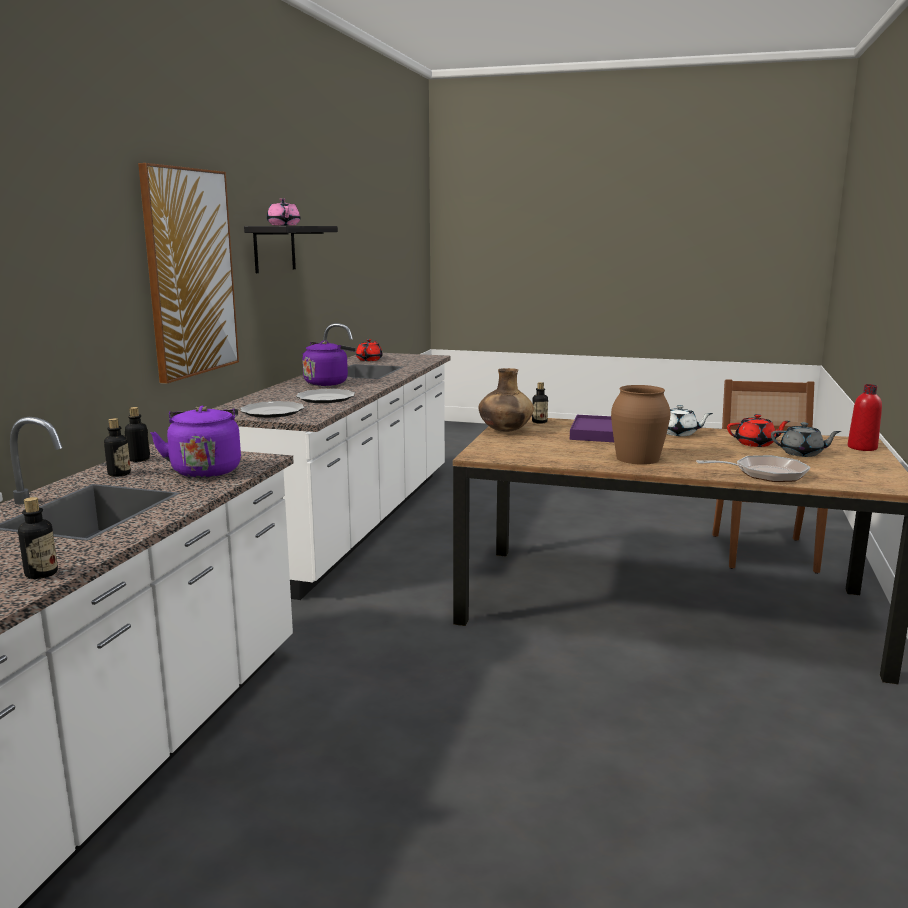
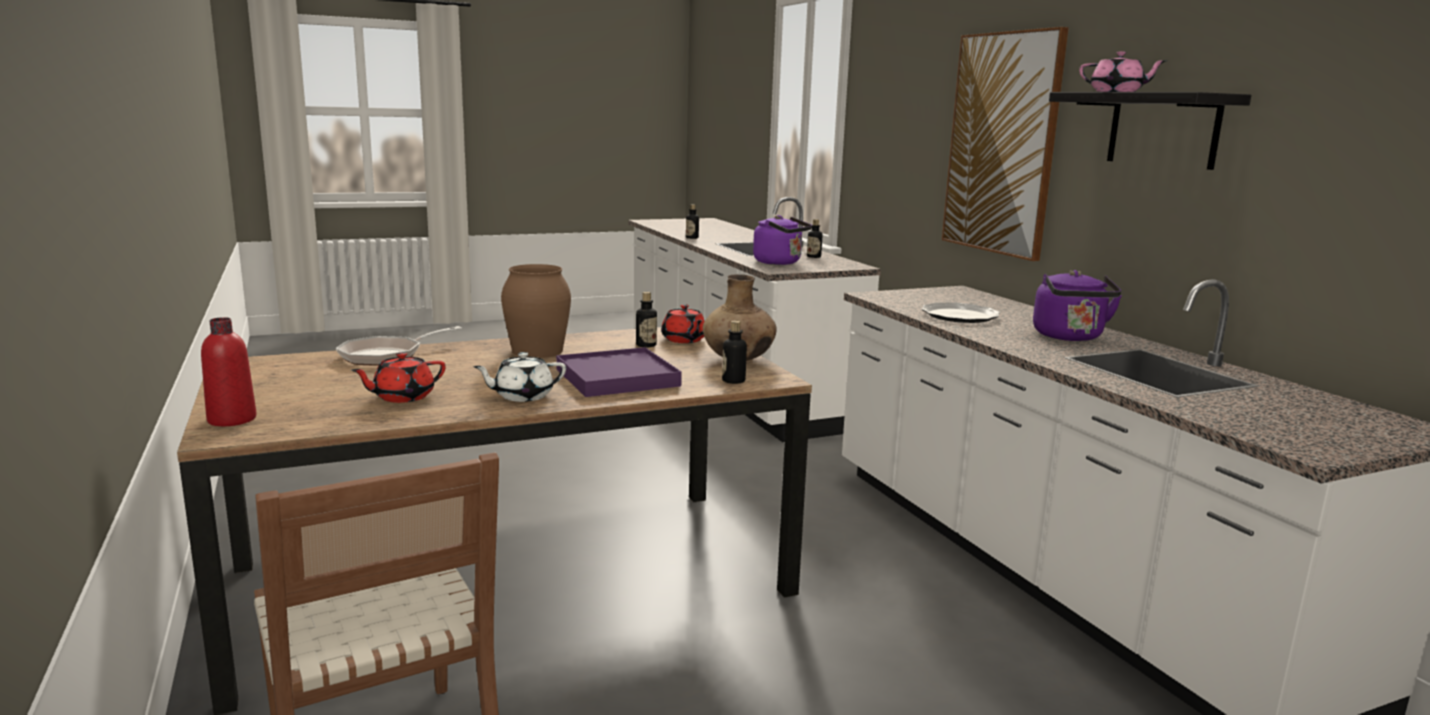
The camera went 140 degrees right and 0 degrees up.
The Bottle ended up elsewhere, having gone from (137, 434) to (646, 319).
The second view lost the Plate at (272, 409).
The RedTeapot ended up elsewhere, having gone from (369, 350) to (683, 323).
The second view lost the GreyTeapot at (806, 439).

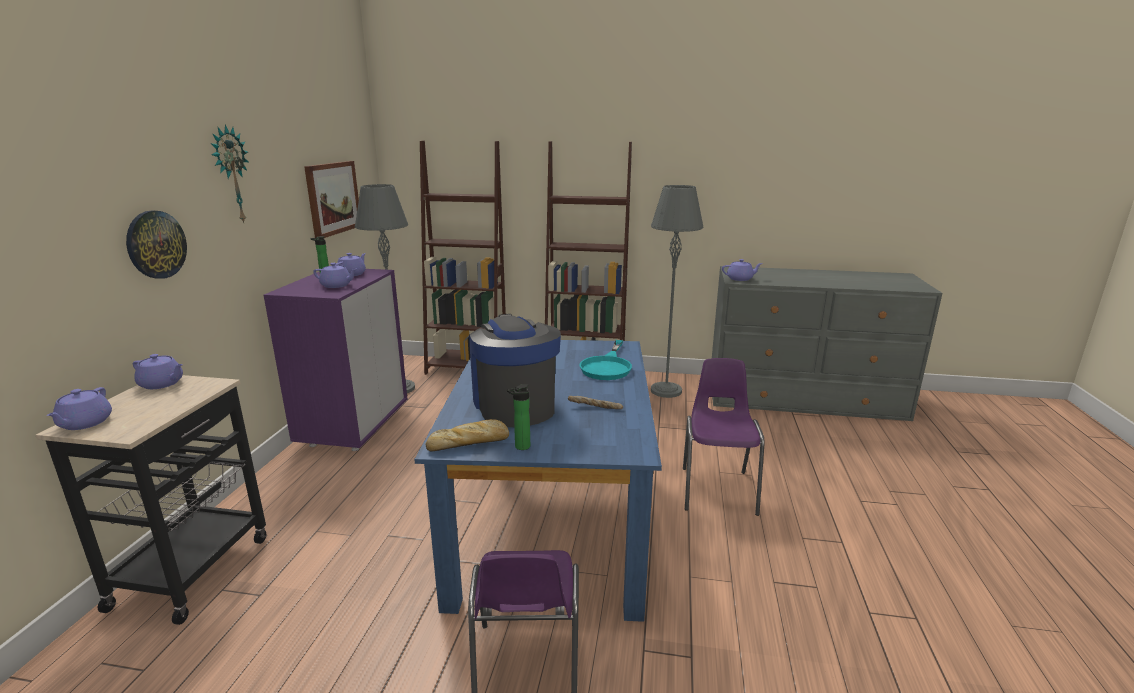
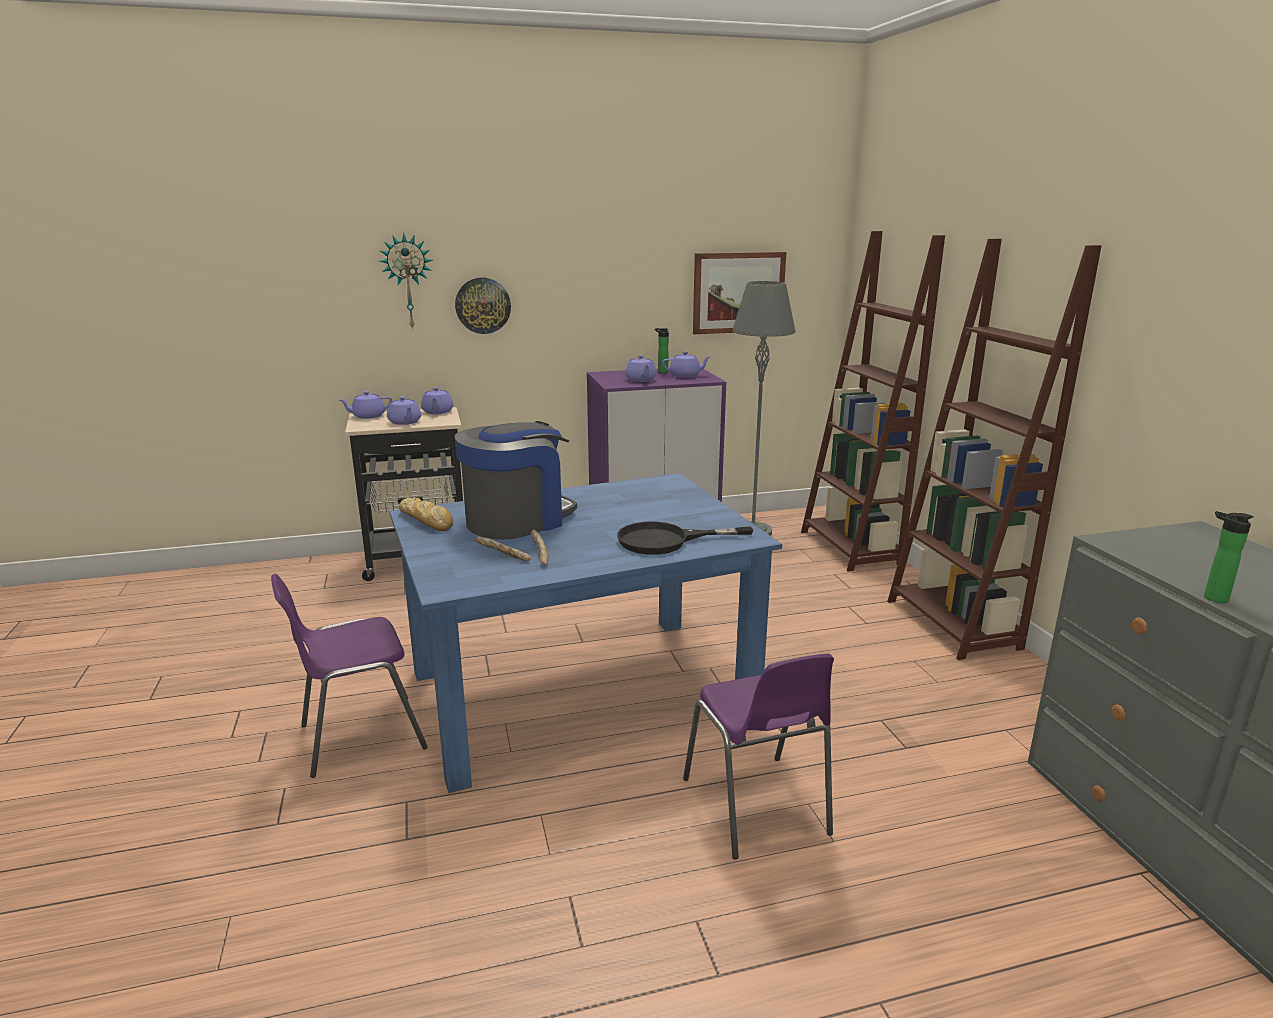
The camera went 65 degrees right and 0 degrees up.
The WallClock ended up elsewhere, having gone from (229, 173) to (406, 281).
The Bottle ended up elsewhere, having gone from (518, 417) to (1229, 557).
What was the TurquoiseFryingPan at (605, 360) turned into the BlackFryingPan at (685, 538).
The second view lost the GreyFloorLamp at (677, 291).
The PurpleChair at (724, 437) ended up facing another way, 90 degrees clockwise from before.
The PurpleTeapot ended up elsewhere, having gone from (742, 270) to (404, 410).
The second view gained the Bread at (503, 549).

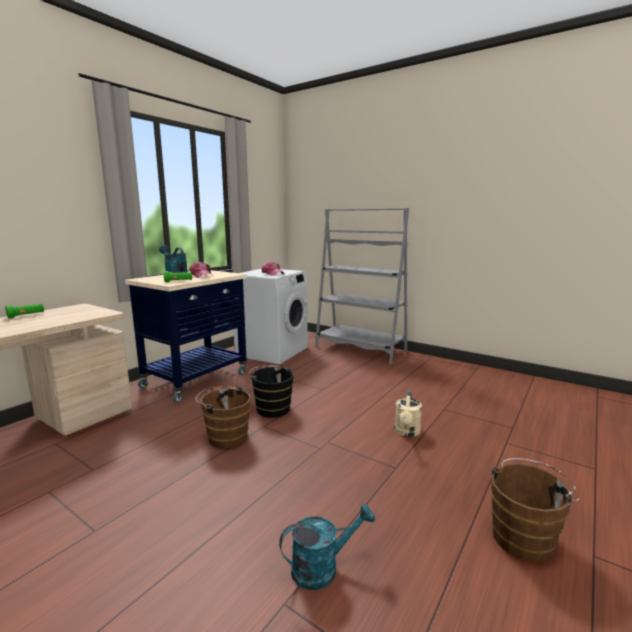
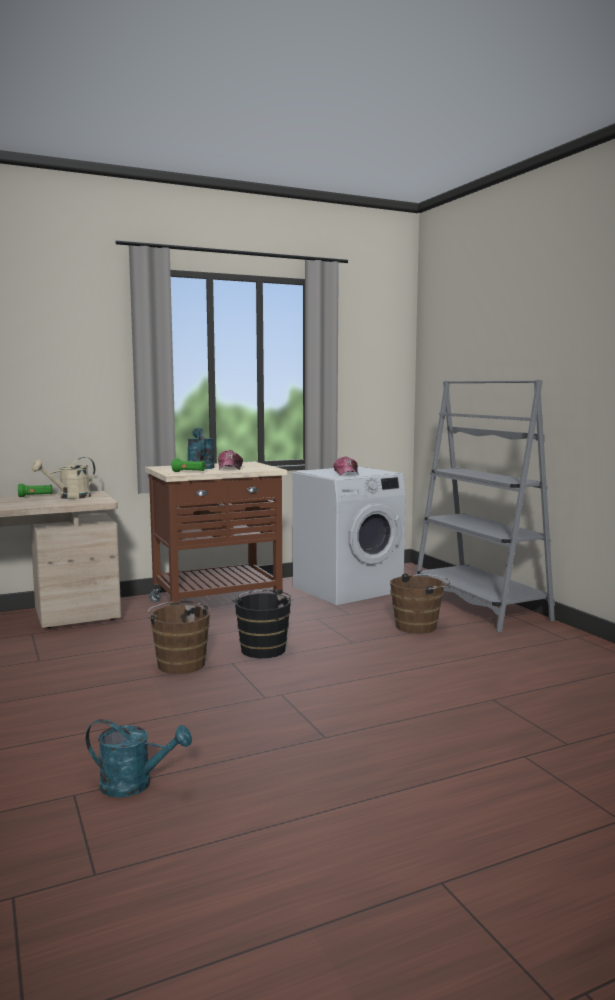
The camera went 30 degrees right and 5 degrees down.
What was the BlueCart at (186, 336) turned into the BrownCart at (216, 533).
The BeigeWateringCan ended up elsewhere, having gone from (408, 414) to (63, 478).
The BrownBucket ended up elsewhere, having gone from (535, 510) to (420, 603).

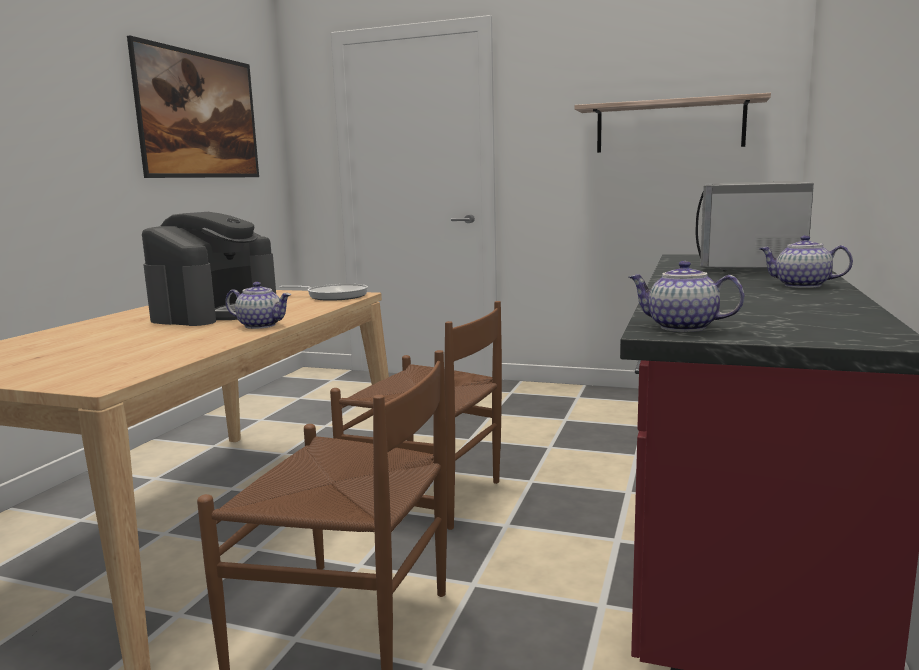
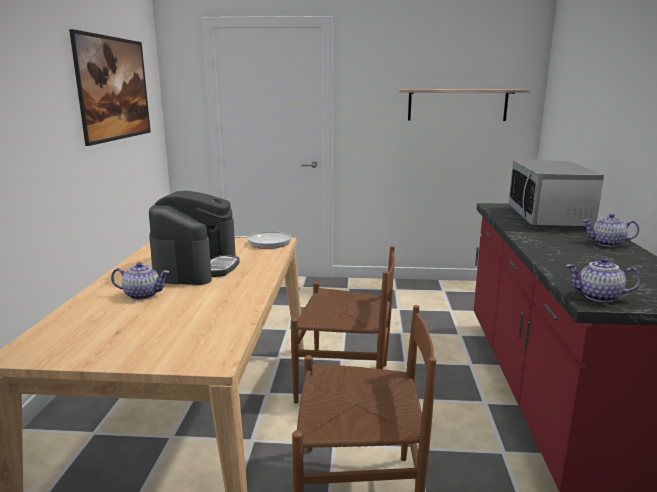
The camera went 15 degrees left and 5 degrees up.
The Teapot ended up elsewhere, having gone from (258, 305) to (140, 281).

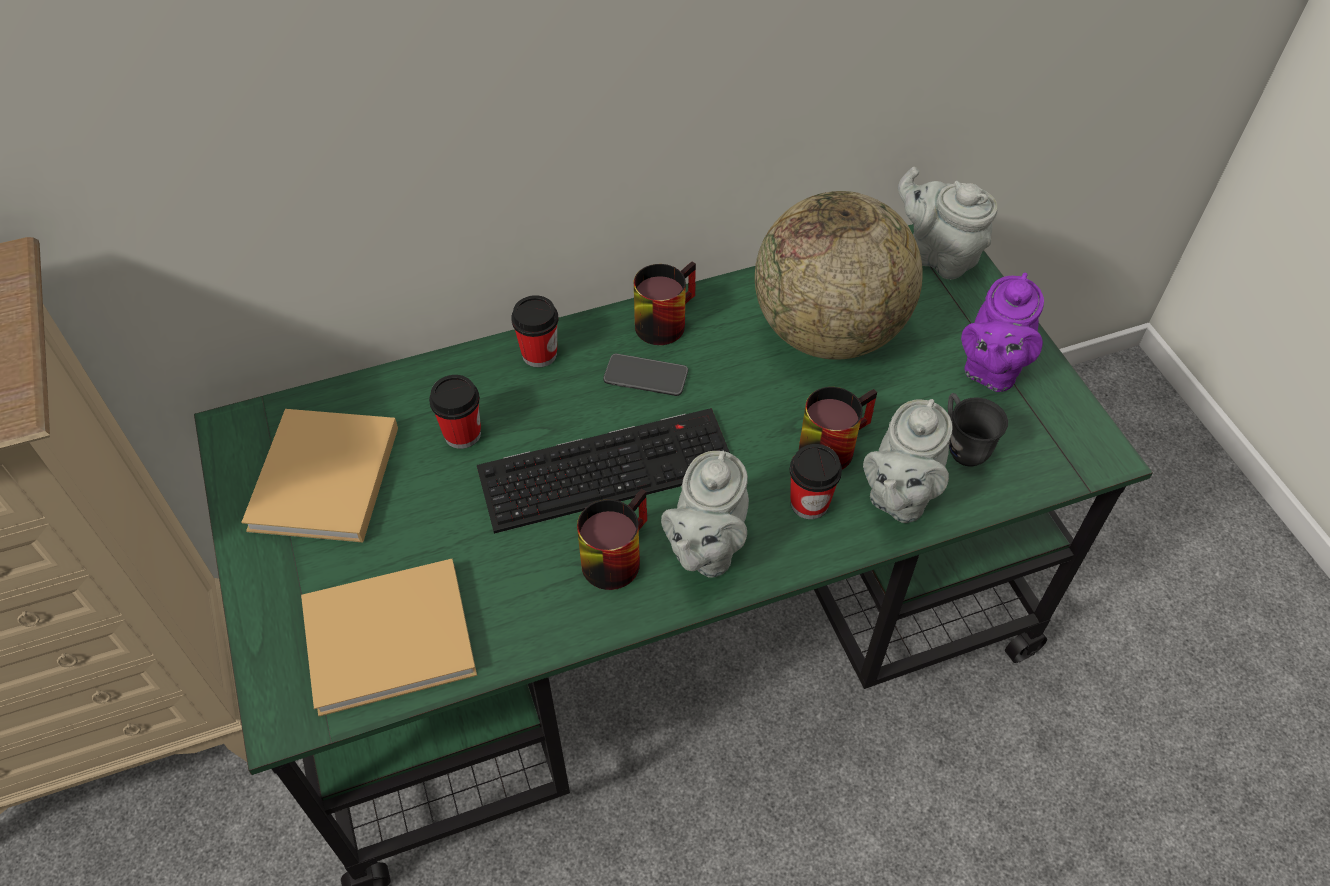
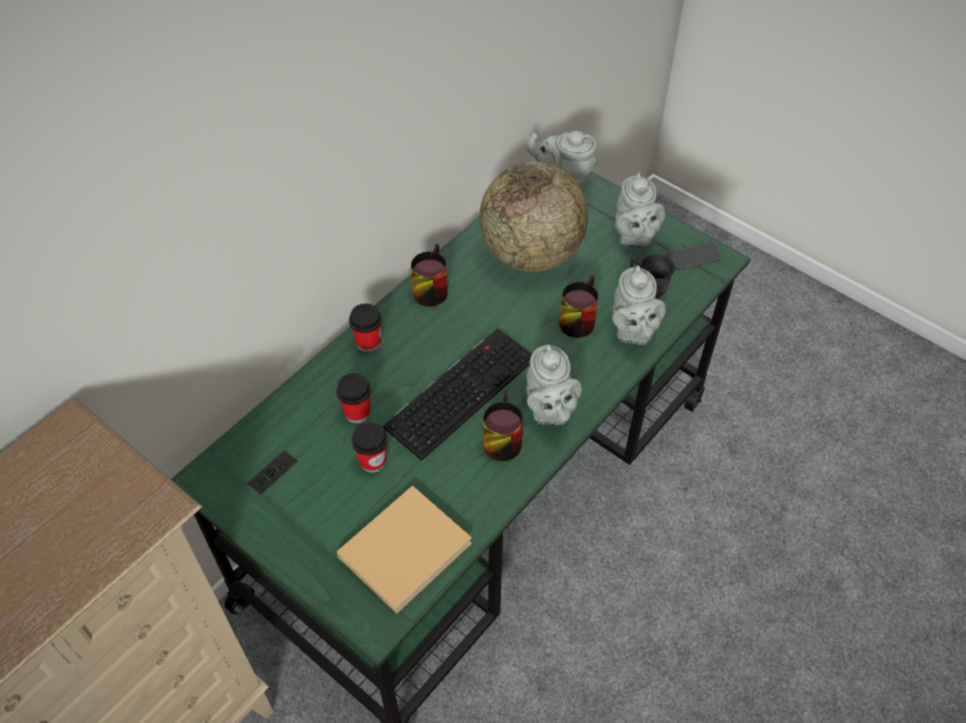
The camera went 30 degrees left and 0 degrees up.
The second view lost the BeigeBook at (319, 476).
The Phone ended up elsewhere, having gone from (645, 375) to (694, 255).
The Cup ended up elsewhere, having gone from (816, 481) to (369, 447).
What was the PurpleTeapot at (1002, 332) turned into the GreyTeapot at (639, 211).

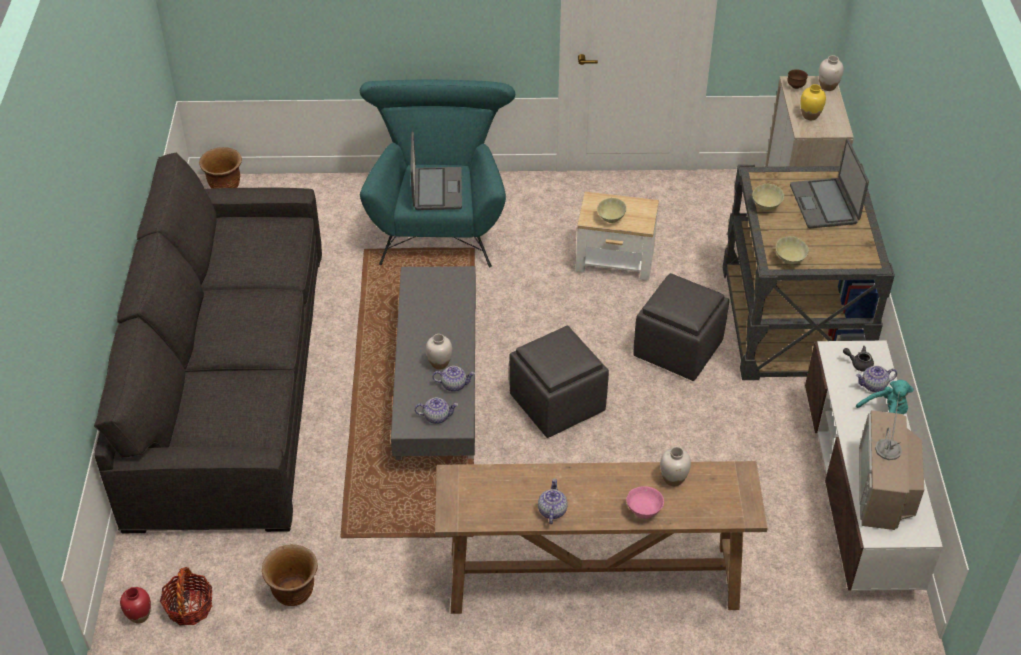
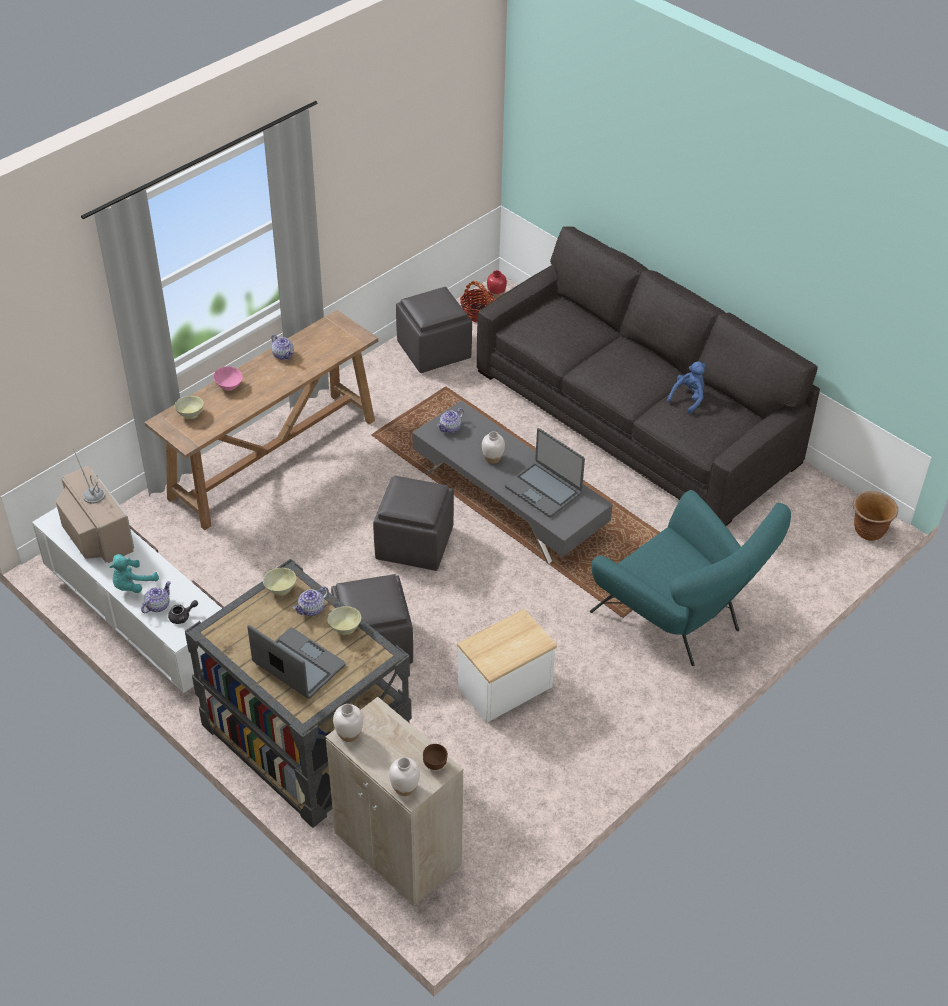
The camera went 135 degrees right and 0 degrees up.
Where the BrownPlanter stood at (290, 575), the GreyOttoman came to stand at (434, 330).
The Laptop ended up elsewhere, having gone from (436, 171) to (545, 472).
The Teapot ended up elsewhere, having gone from (453, 379) to (311, 601).
The BeigeBowl ended up elsewhere, having gone from (611, 210) to (189, 407).
The WhiteVase ended up elsewhere, having gone from (675, 466) to (348, 723).
The second view lost the YellowVase at (813, 102).
The second view gained the BluePlushToy at (686, 387).

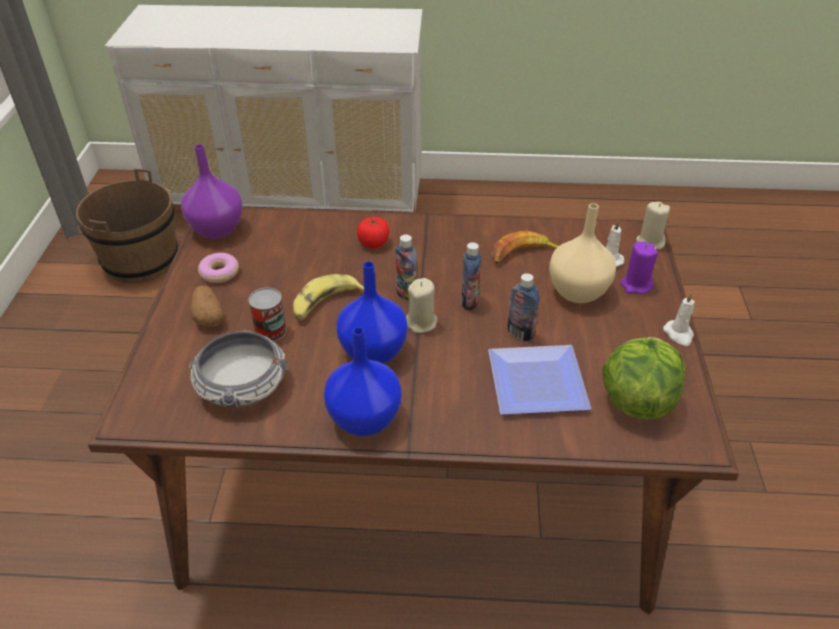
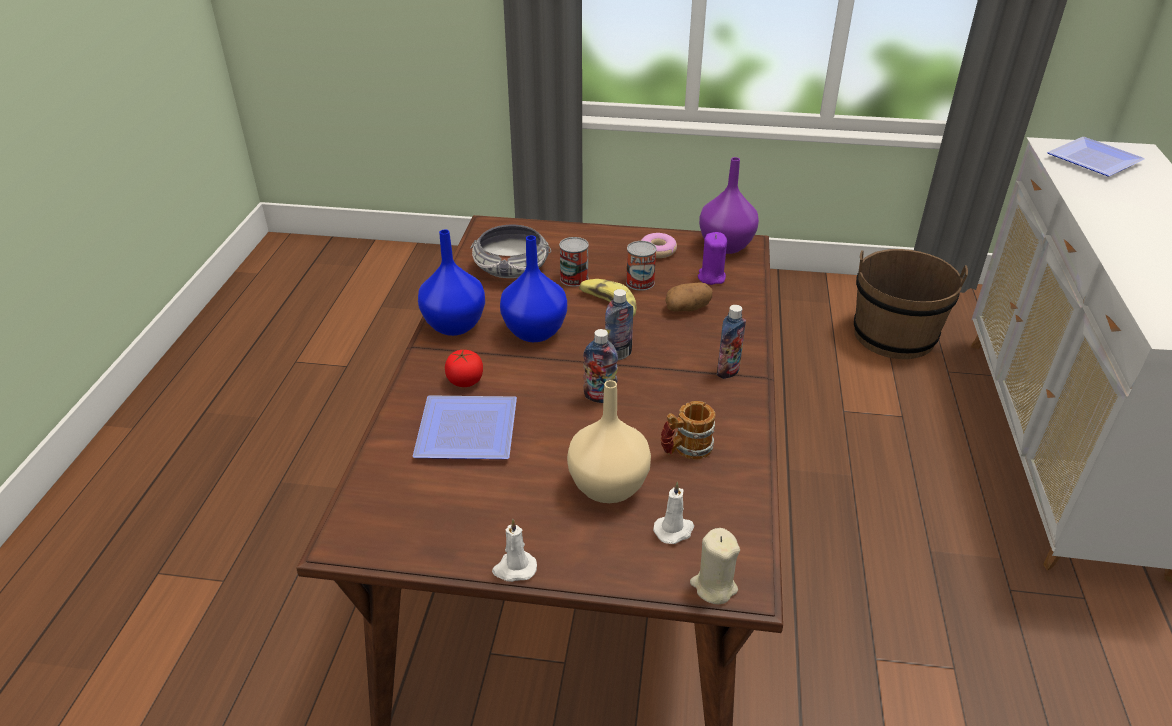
The camera went 95 degrees right and 5 degrees down.
The Potato ended up elsewhere, having gone from (206, 306) to (688, 297).
The Tomato ended up elsewhere, having gone from (373, 232) to (464, 368).
The second view lost the BeigeCandle at (422, 305).
Where the Banana stood at (524, 247), the Mug came to stand at (688, 430).
The Bottle ended up elsewhere, having gone from (523, 307) to (731, 342).
The second view lost the Lettuce at (644, 378).
The PurpleCandle ended up elsewhere, having gone from (639, 268) to (712, 258).
The second view gained the Can at (641, 266).
The second view gained the Plate at (1096, 156).

